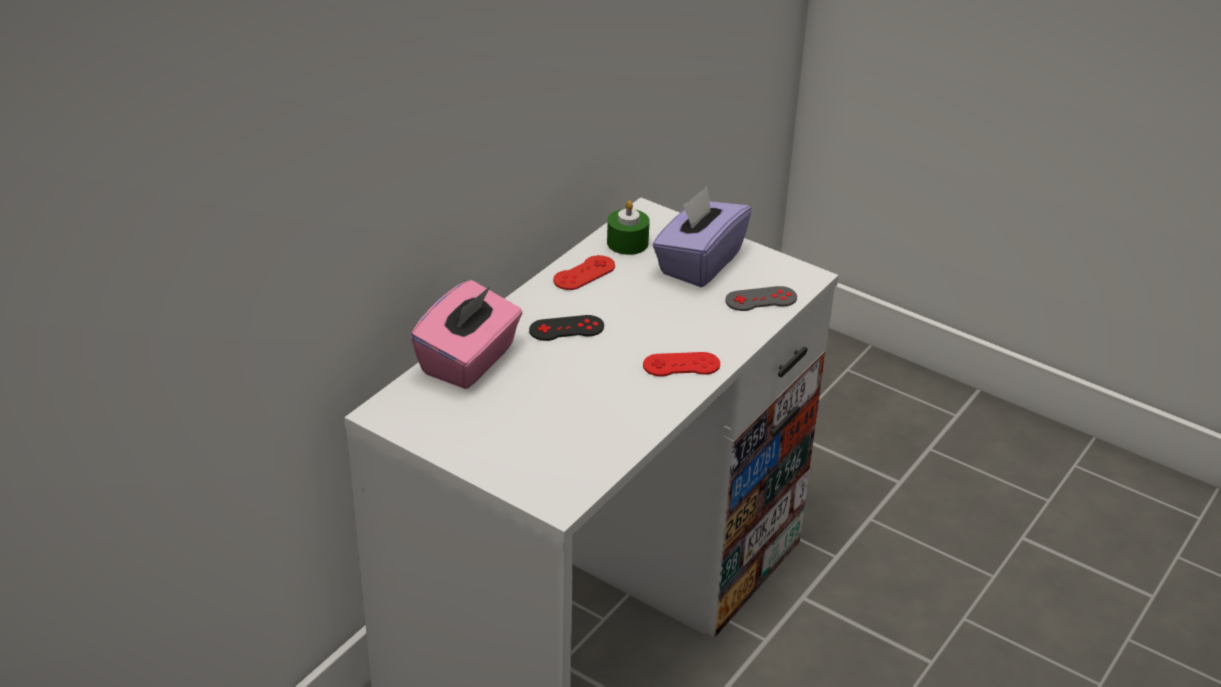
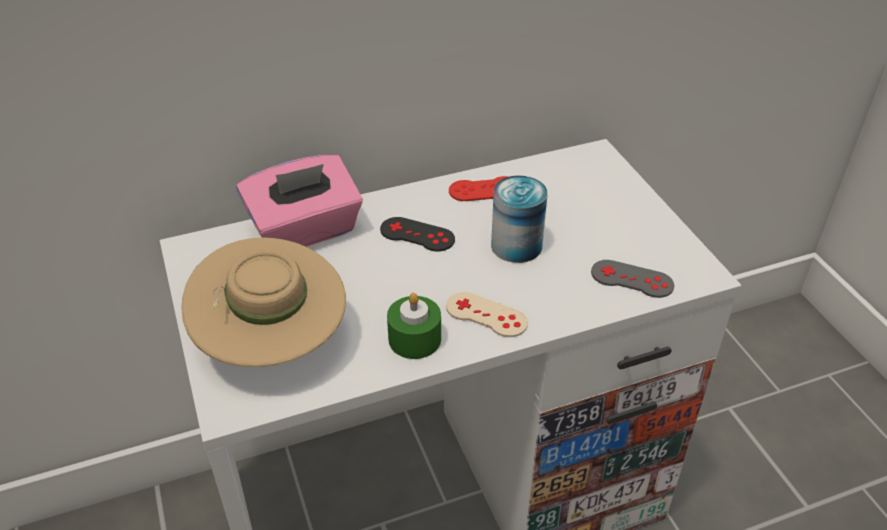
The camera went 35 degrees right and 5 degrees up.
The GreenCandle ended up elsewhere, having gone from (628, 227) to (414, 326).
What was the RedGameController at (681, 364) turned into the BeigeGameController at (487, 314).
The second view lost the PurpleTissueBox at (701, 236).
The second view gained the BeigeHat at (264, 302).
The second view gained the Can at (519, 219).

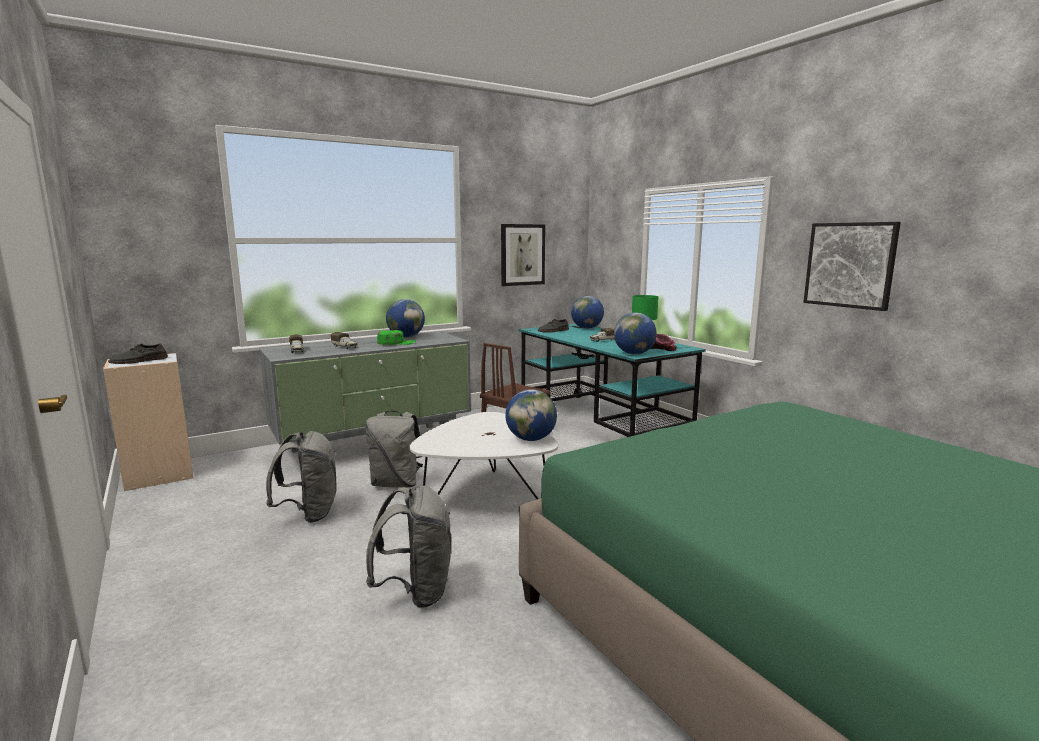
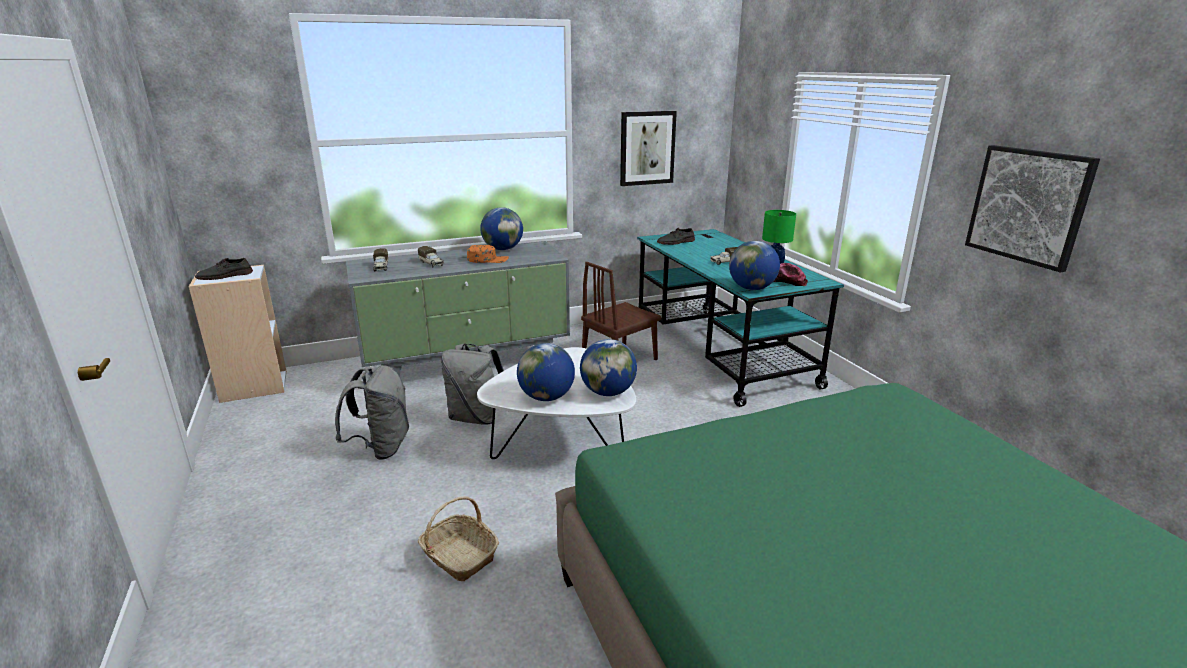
The camera went 10 degrees right and 10 degrees up.
Where the GreyBackpack stood at (408, 546), the Basket came to stand at (458, 538).
What was the GreenCap at (396, 337) turned into the OrangeCap at (488, 254).
The Globe ended up elsewhere, having gone from (587, 312) to (546, 372).

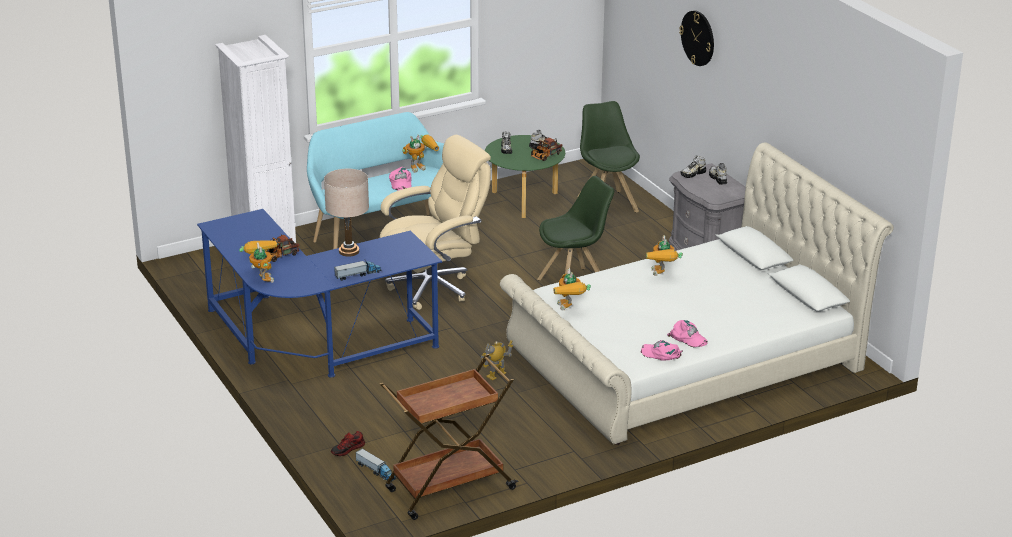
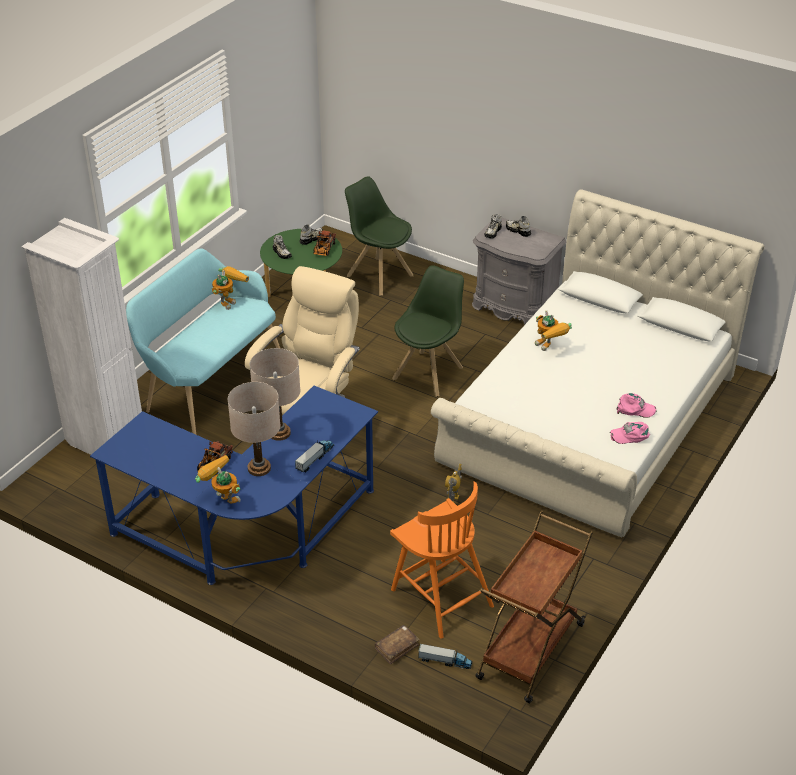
The camera went 30 degrees left and 10 degrees up.
Where the Shoe stood at (348, 443), the BrownBook came to stand at (397, 644).
The second view lost the PinkCap at (400, 179).
The second view lost the ToyRobot at (572, 289).
The second view lost the WallClock at (696, 38).
The second view gained the BeigeTableLamp at (254, 429).
The second view gained the OrangeChair at (442, 560).

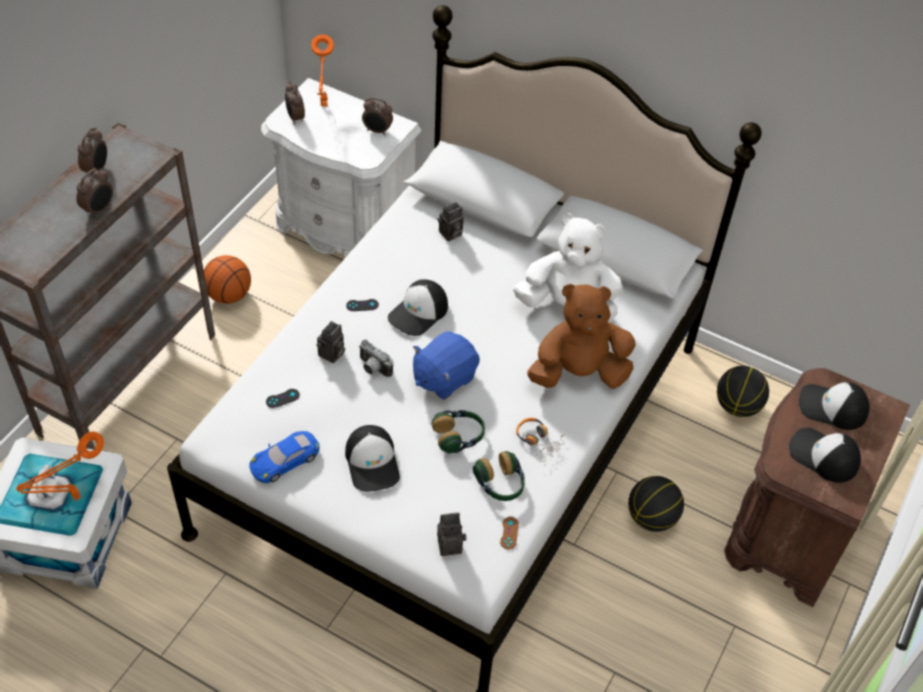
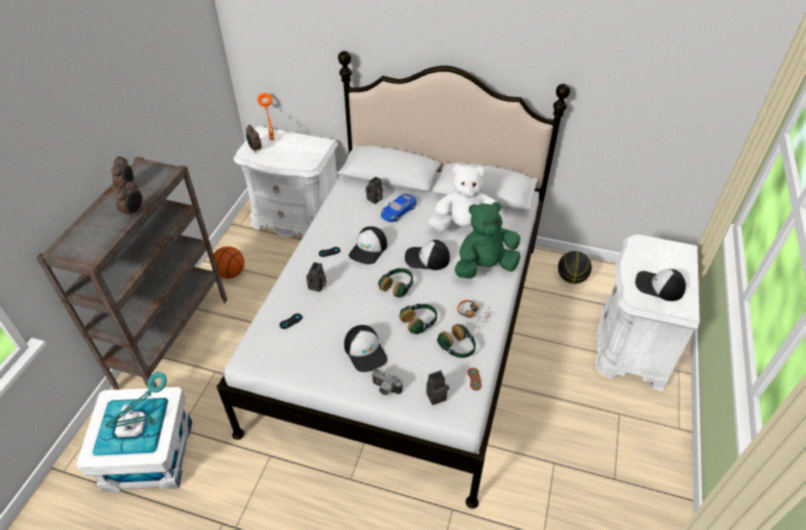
The camera went 10 degrees left and 5 degrees down.
What was the OrangeTableLamp at (60, 466) turned into the TurquoiseTableLamp at (136, 400).
The BlueToyCar ended up elsewhere, having gone from (285, 457) to (398, 208).
The PhotoCamera ended up elsewhere, having gone from (376, 358) to (387, 381).
The second view lost the AlarmClock at (377, 116).
Where the BluePlushToy stood at (446, 365), the Headphones came to stand at (395, 283).
What was the BrownPlushToy at (581, 336) turned into the GreenPlushToy at (487, 240).
The second view lost the Basketball at (656, 504).
What was the BrownNightstand at (817, 487) turned into the WhiteNightstand at (648, 312).
The Cap ended up elsewhere, having gone from (834, 406) to (427, 255).

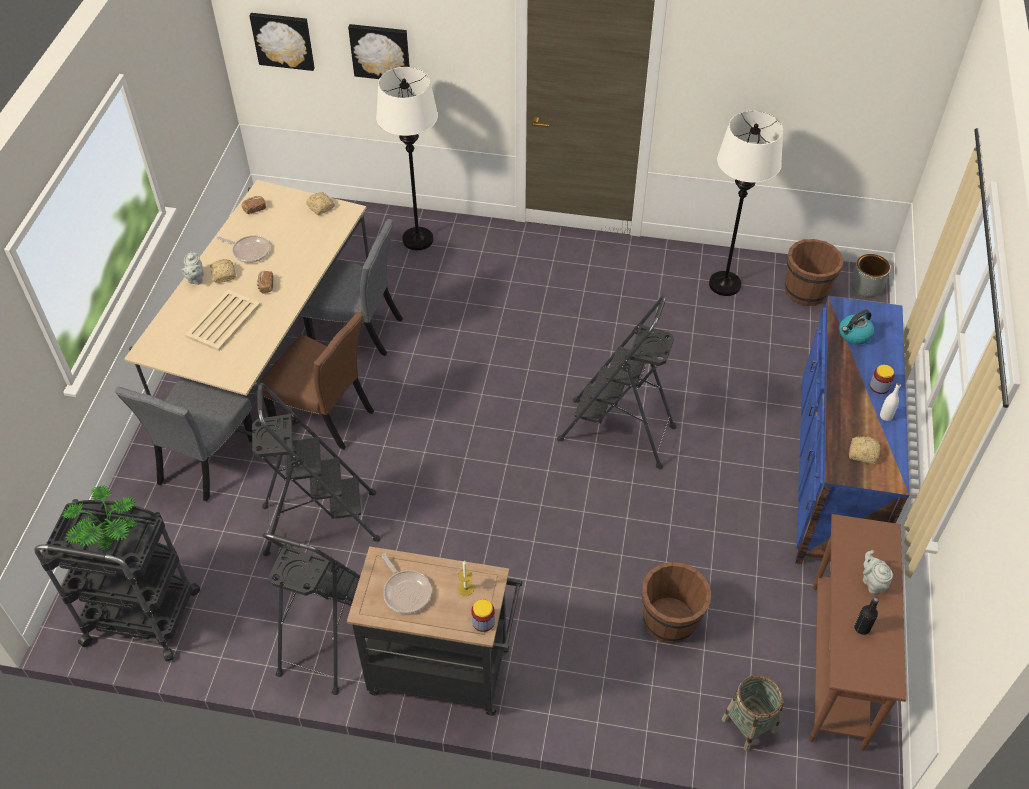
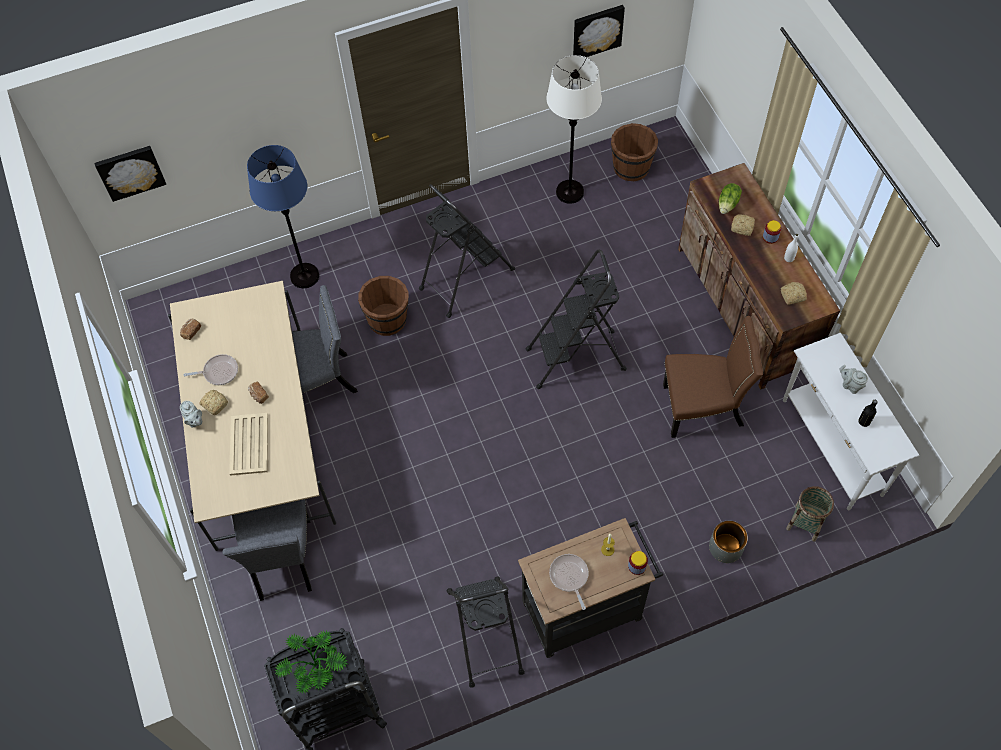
The camera went 30 degrees left and 10 degrees up.
The StepLadder ended up elsewhere, having gone from (316, 469) to (467, 251).
The BrownChair ended up elsewhere, having gone from (316, 381) to (713, 377).
The Bread ended up elsewhere, having gone from (320, 203) to (743, 225).
The Picture ended up elsewhere, having gone from (379, 51) to (599, 31).
What was the WhiteFloorLamp at (407, 158) turned into the BlueFloorLamp at (283, 216).
The FryingPan at (407, 583) ended up facing another way, 135 degrees counterclockwise from before.
The BrownBucket ended up elsewhere, having gone from (676, 603) to (383, 306).
What was the BlueCabinet at (852, 430) turned into the BrownCabinet at (759, 276).
What was the BrownConsoleTable at (857, 632) turned into the WhiteConsoleTable at (851, 421).
Where the Kettle stood at (856, 327), the Lettuce came to stand at (730, 198).
The GreyPlanter ended up elsewhere, having gone from (870, 275) to (728, 542).

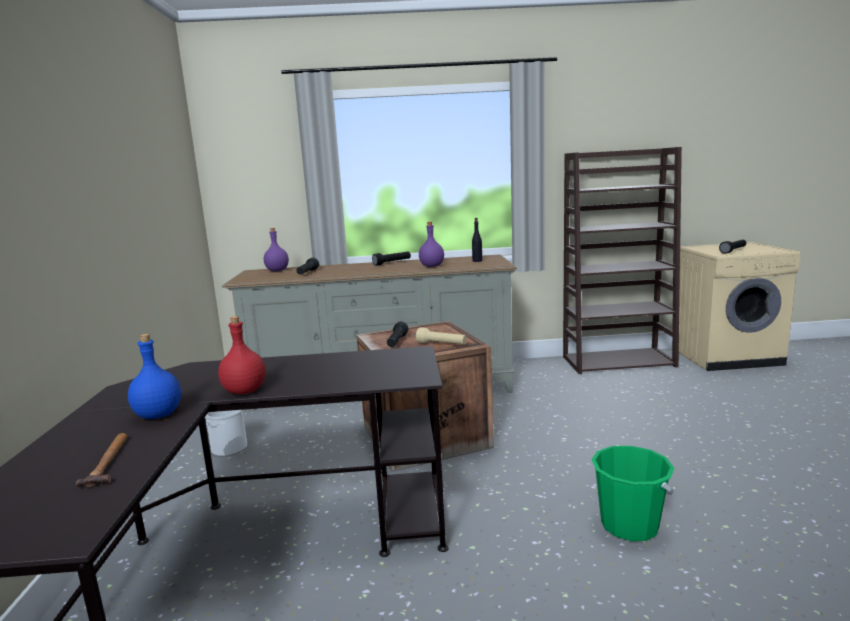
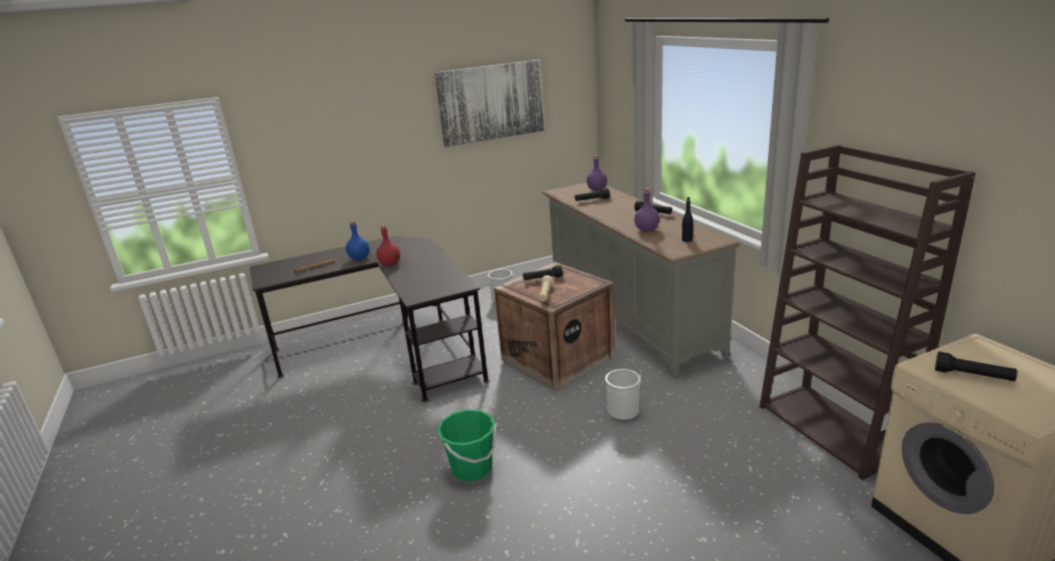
The camera went 70 degrees right and 10 degrees up.
The second view gained the Picture at (489, 103).
The second view gained the Bucket at (623, 394).

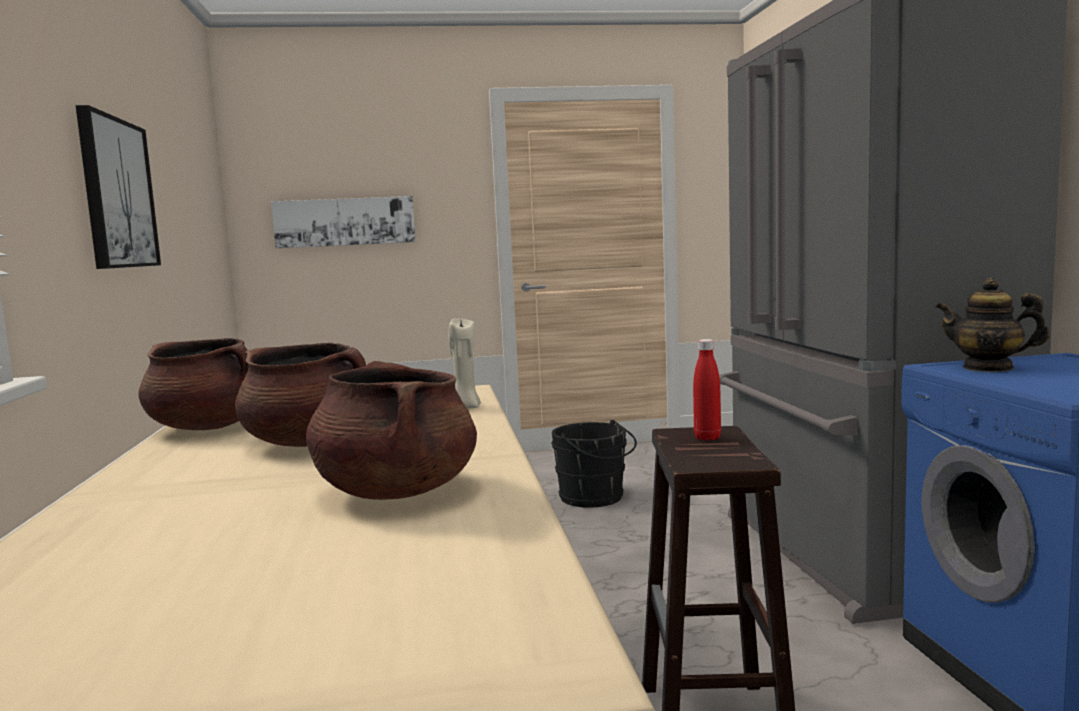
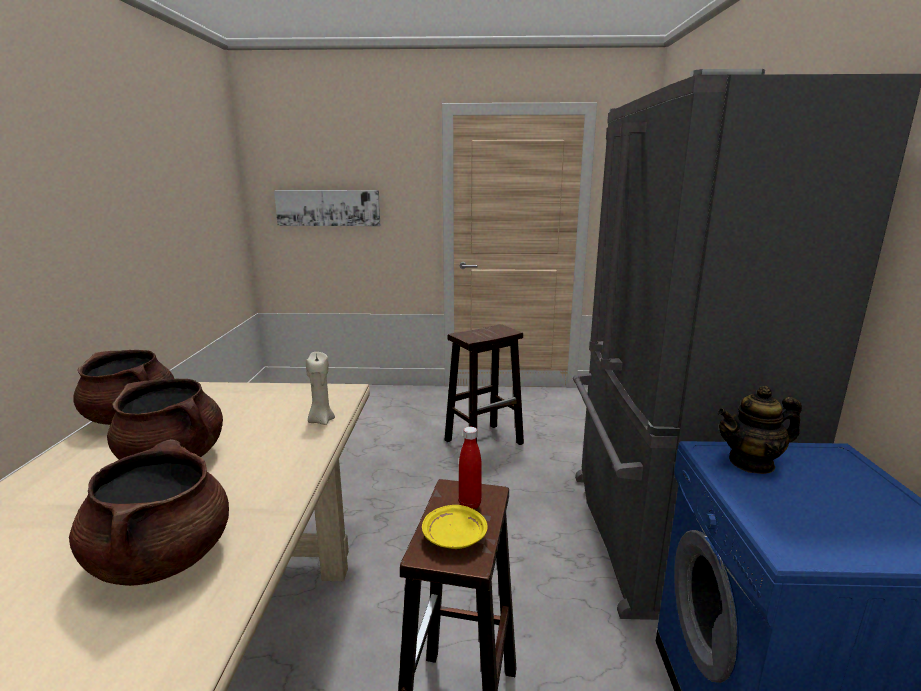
The camera went 10 degrees right and 10 degrees up.
The second view lost the Picture at (118, 187).
Where the BlackBucket stood at (594, 463), the BrownStool came to stand at (484, 384).
The Teapot at (992, 325) ended up facing another way, 45 degrees counterclockwise from before.
The second view gained the YellowPlate at (455, 527).

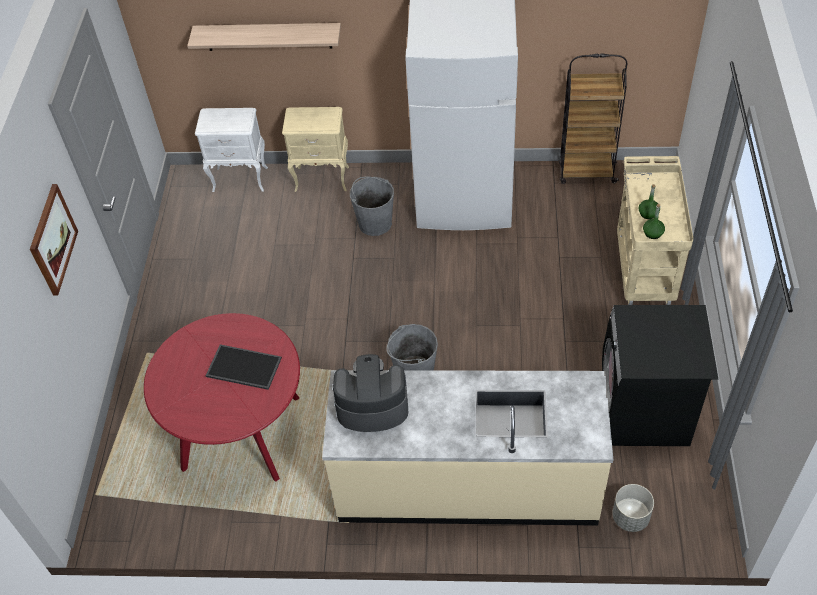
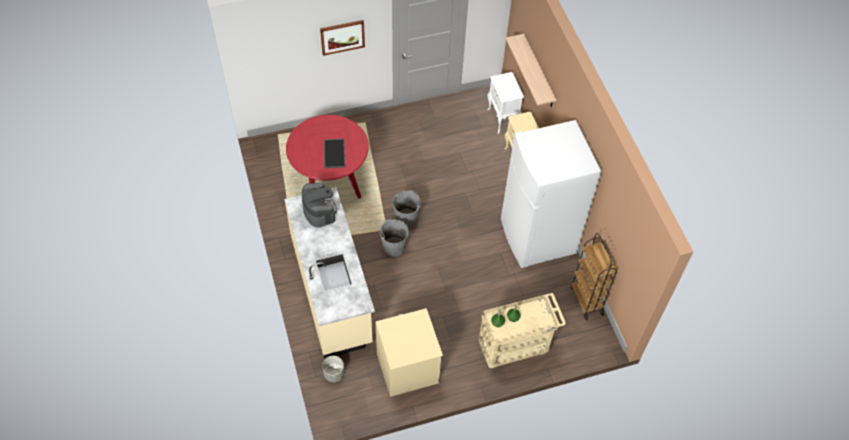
The camera went 65 degrees right and 5 degrees up.
The GreyBucket ended up elsewhere, having gone from (372, 206) to (407, 209).
What was the BlackWashingMachine at (660, 375) turned into the BeigeWashingMachine at (409, 352).

